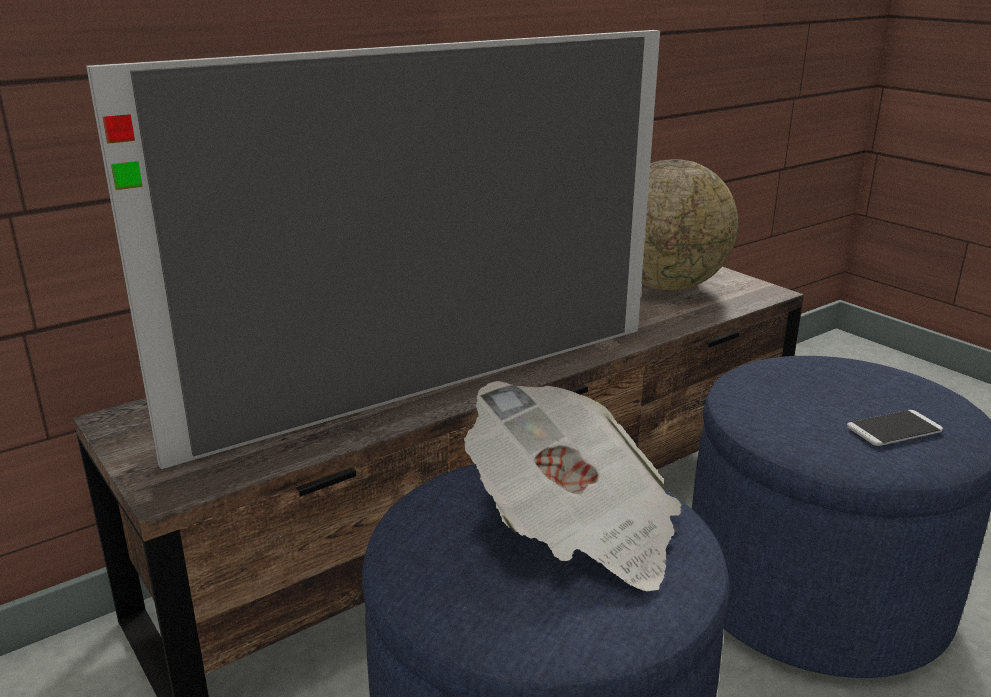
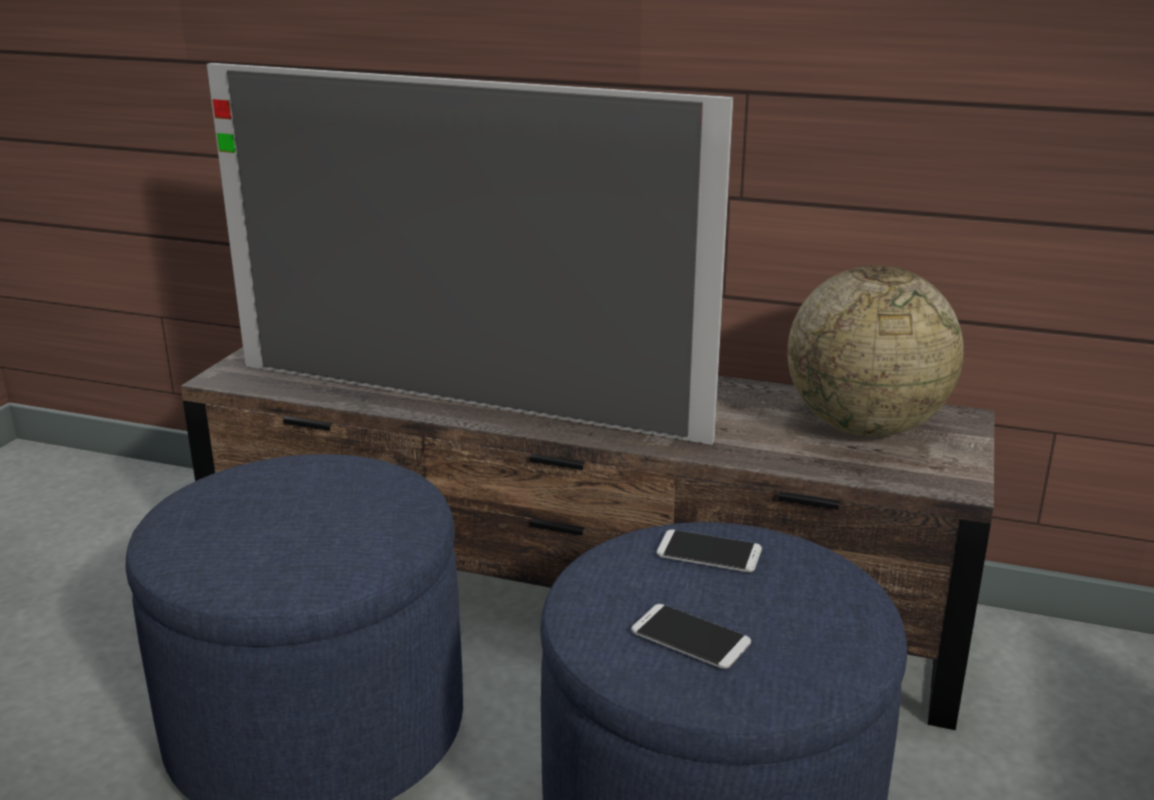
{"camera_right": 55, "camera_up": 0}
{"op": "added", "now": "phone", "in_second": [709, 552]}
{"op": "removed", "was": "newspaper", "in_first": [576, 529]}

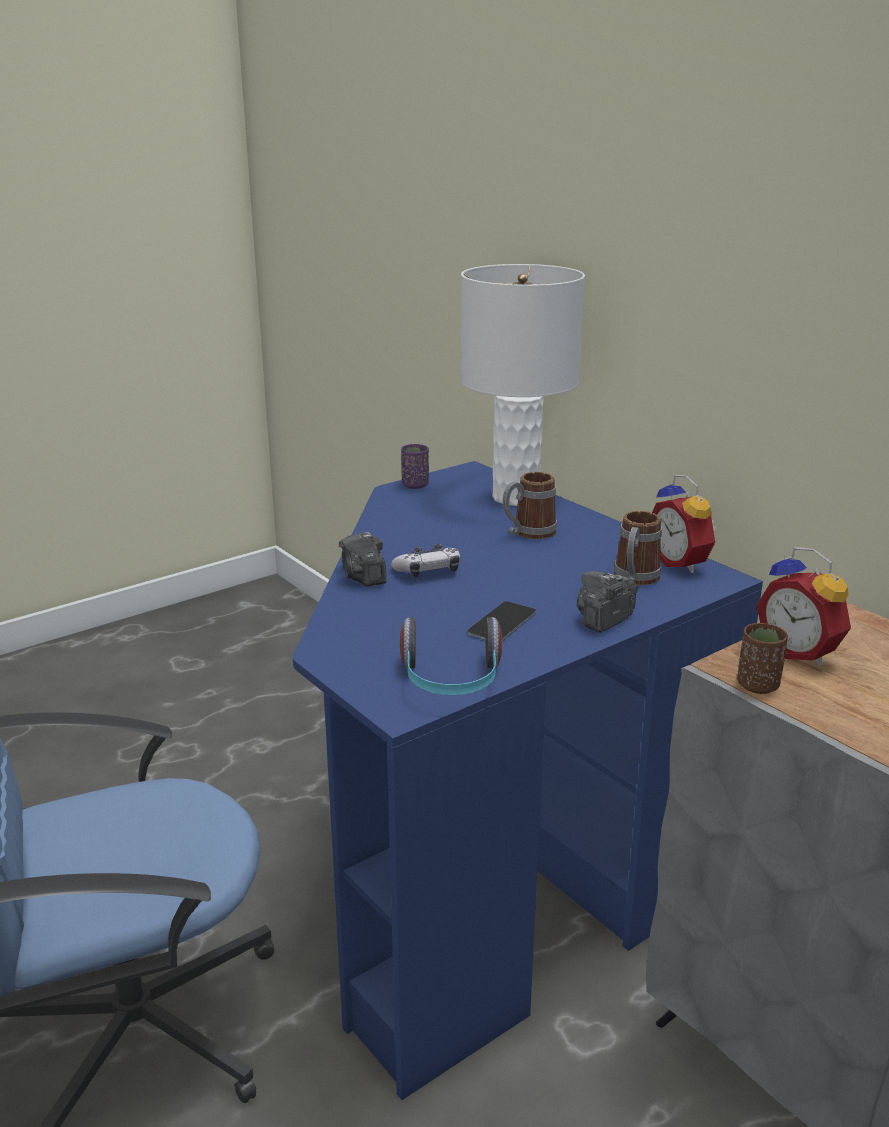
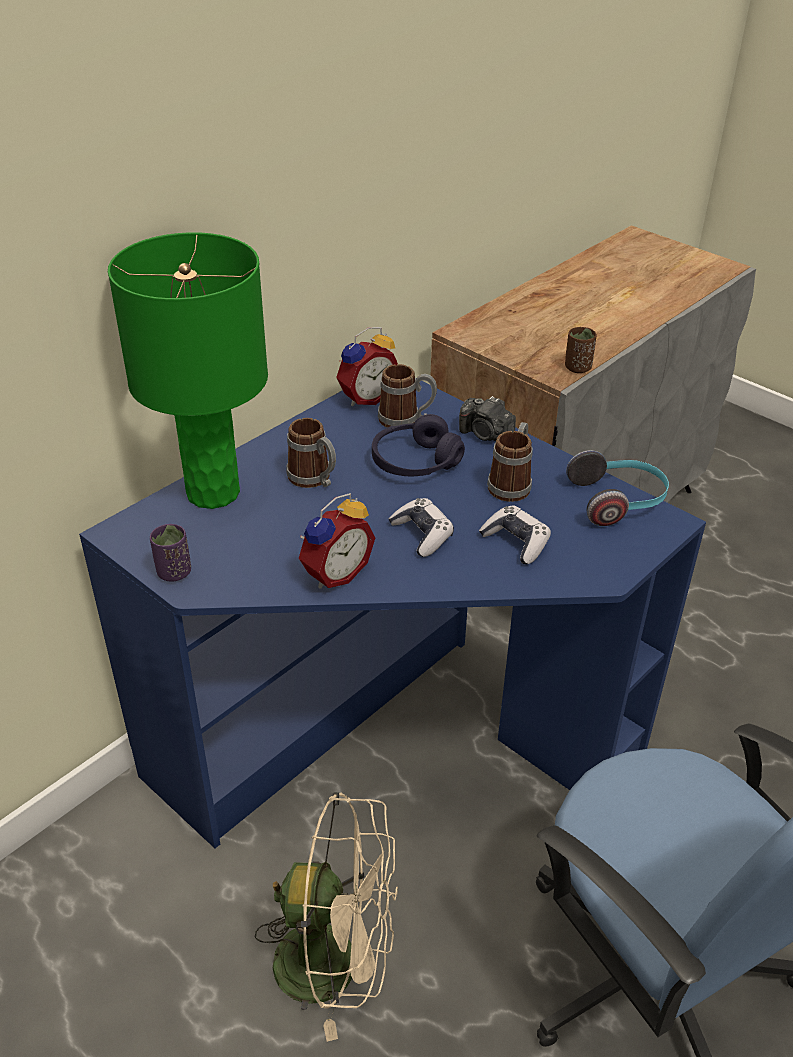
{"camera_right": -100, "camera_up": 15}
{"op": "recoloured", "was": "white table lamp", "now": "green table lamp", "in_first": [515, 497], "in_second": [213, 493]}
{"op": "added", "now": "beige fan", "in_second": [336, 963]}
{"op": "moved", "was": "alarm clock", "in_first": [800, 652], "in_second": [334, 573]}
{"op": "added", "now": "purple headphones", "in_second": [415, 462]}
{"op": "added", "now": "game controller", "in_second": [516, 542]}
{"op": "replaced", "was": "phone", "now": "mug", "in_first": [502, 623], "in_second": [511, 483]}
{"op": "removed", "was": "photo camera", "in_first": [363, 577]}

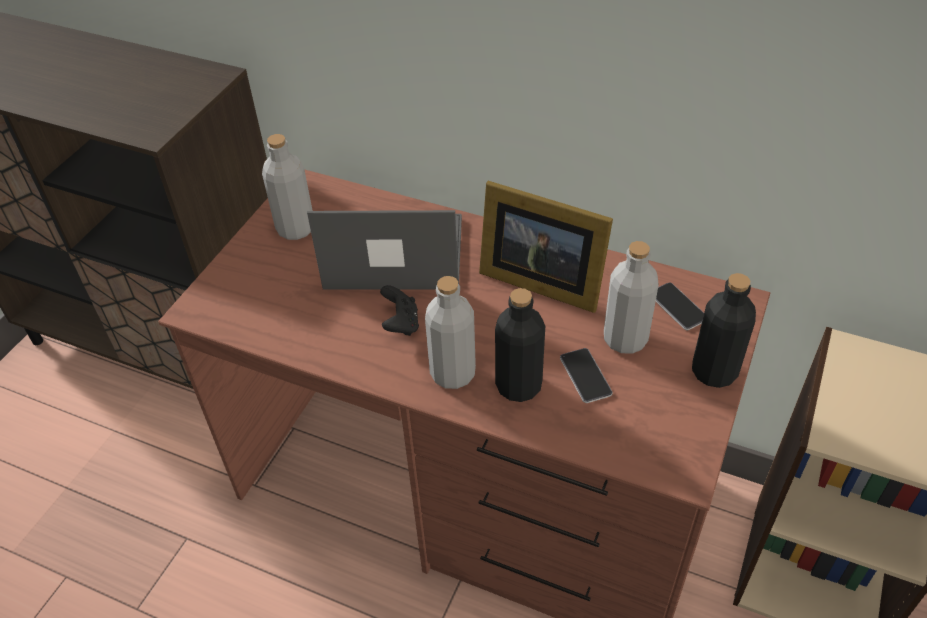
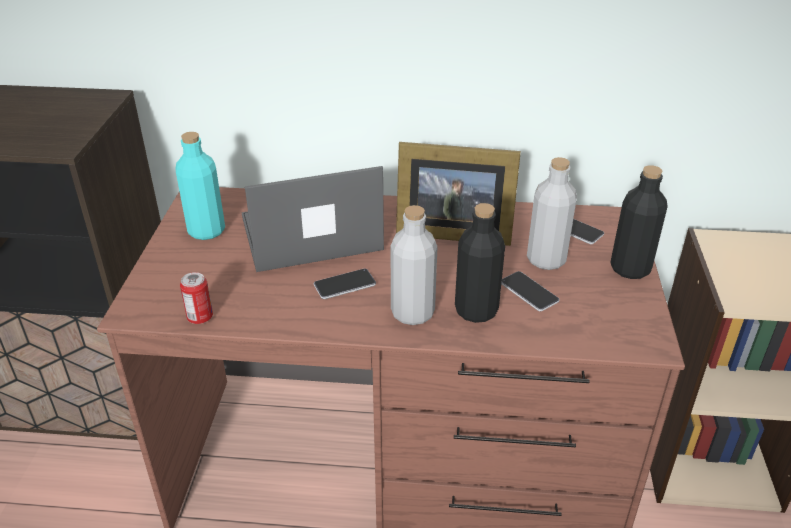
{"camera_right": -20, "camera_up": -10}
{"op": "recoloured", "was": "grey bottle", "now": "turquoise bottle", "in_first": [295, 229], "in_second": [206, 231]}
{"op": "added", "now": "can", "in_second": [200, 317]}
{"op": "replaced", "was": "black game controller", "now": "phone", "in_first": [401, 324], "in_second": [345, 285]}

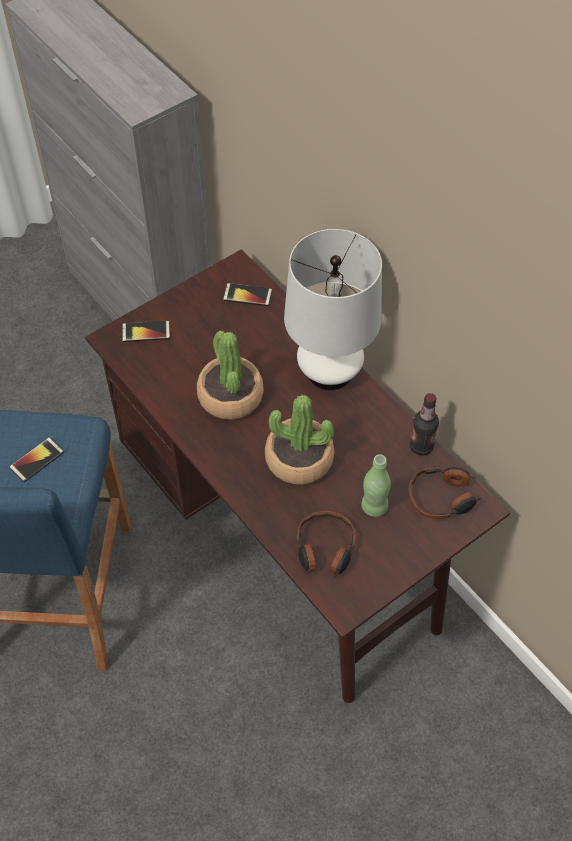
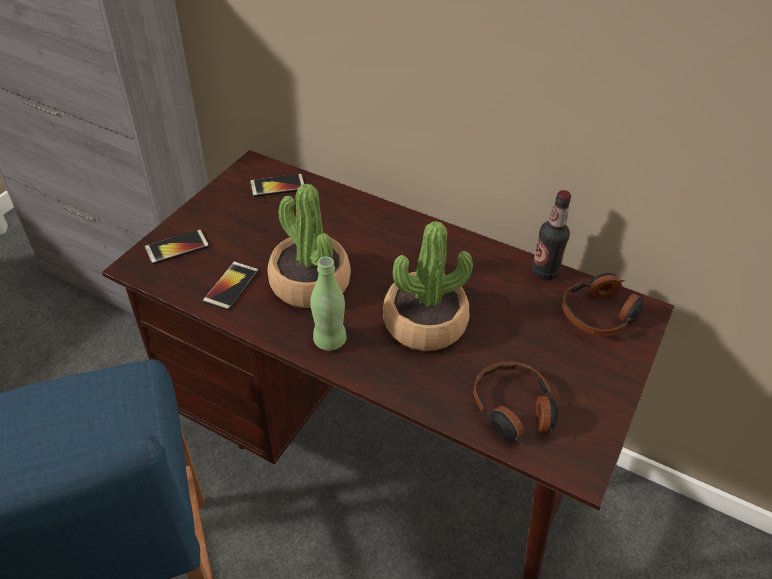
{"camera_right": -25, "camera_up": -10}
{"op": "moved", "was": "phone", "in_first": [37, 460], "in_second": [231, 286]}
{"op": "moved", "was": "green bottle", "in_first": [374, 506], "in_second": [329, 340]}
{"op": "removed", "was": "white table lamp", "in_first": [329, 371]}

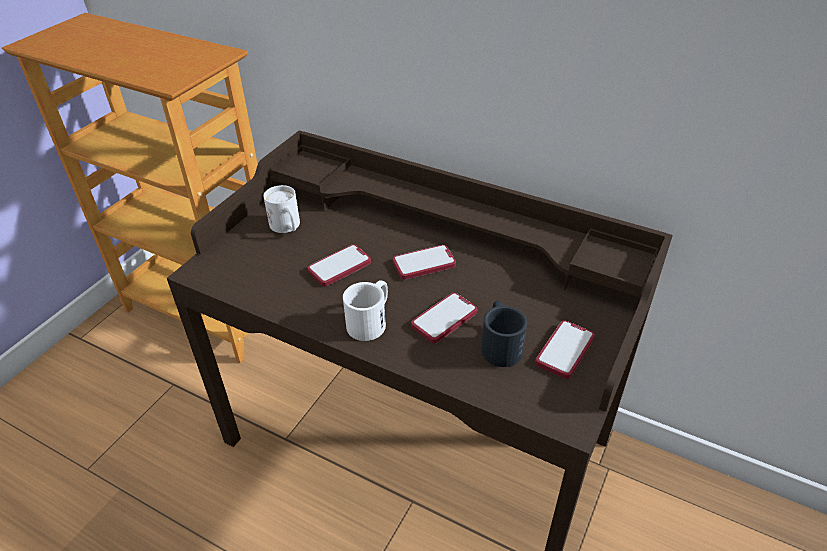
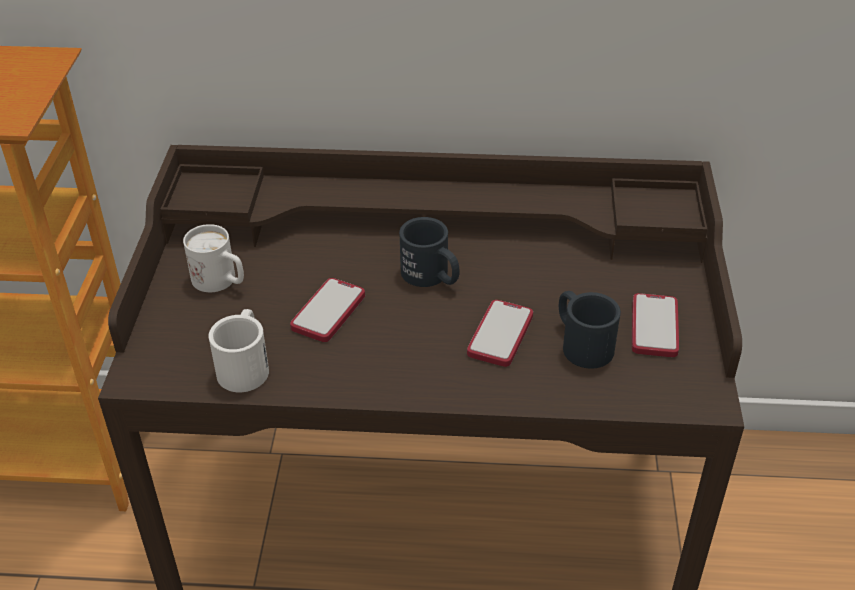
{"camera_right": -25, "camera_up": 0}
{"op": "moved", "was": "white mug", "in_first": [371, 320], "in_second": [245, 364]}
{"op": "replaced", "was": "phone", "now": "black mug", "in_first": [424, 263], "in_second": [432, 277]}

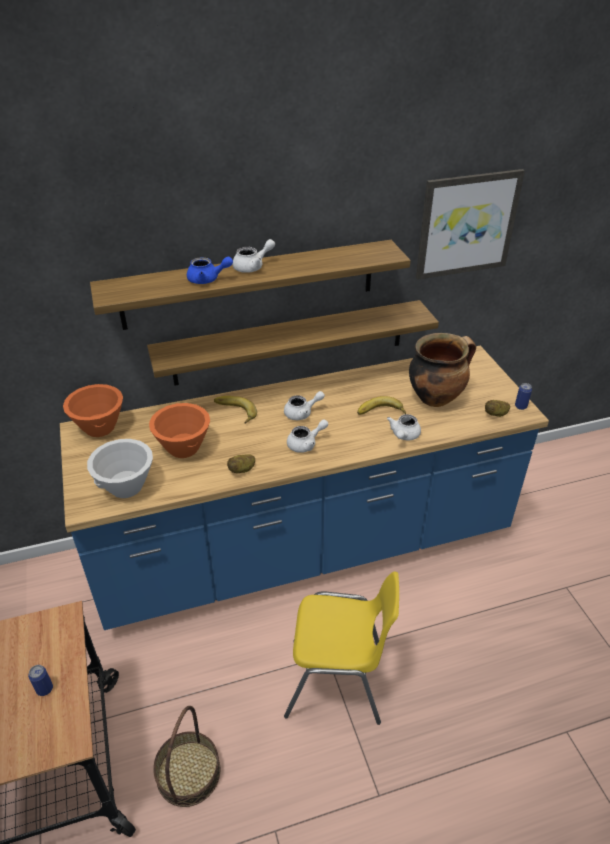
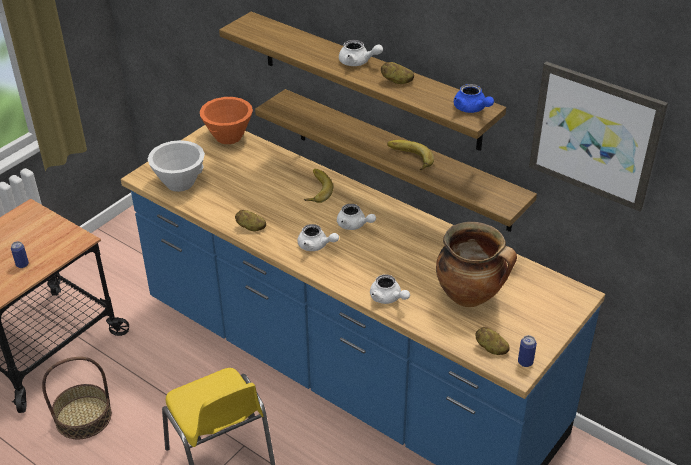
{"camera_right": 55, "camera_up": 0}
{"op": "turned", "was": "white teapot", "in_first": [403, 435], "in_second": [388, 298], "clockwise": -120}
{"op": "added", "now": "potato", "in_second": [397, 81]}
{"op": "moved", "was": "banana", "in_first": [381, 413], "in_second": [408, 158]}
{"op": "moved", "was": "blue teapot", "in_first": [207, 279], "in_second": [471, 109]}
{"op": "removed", "was": "orange bowl", "in_first": [184, 448]}

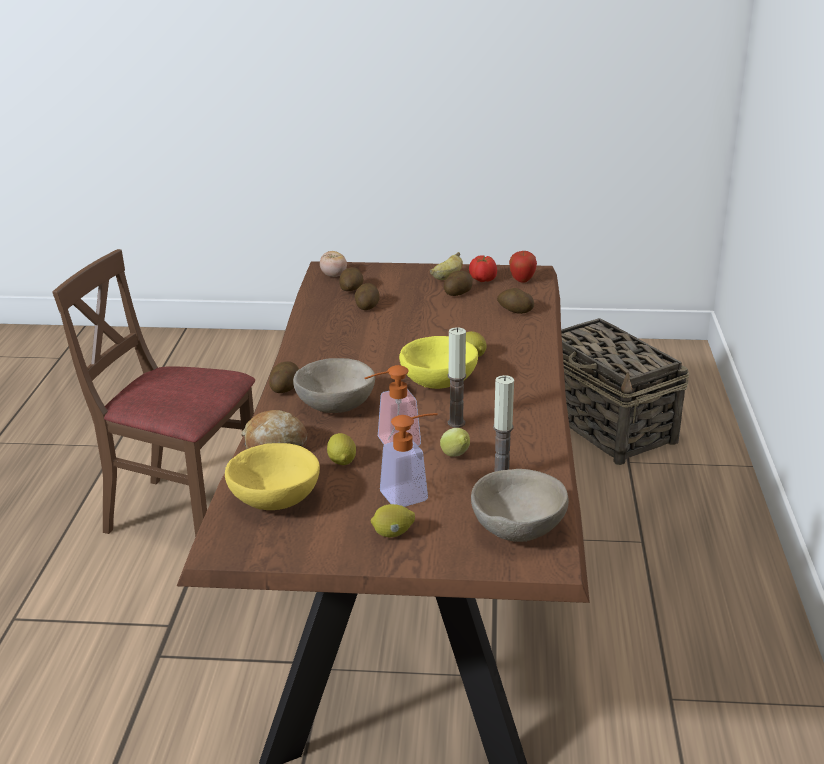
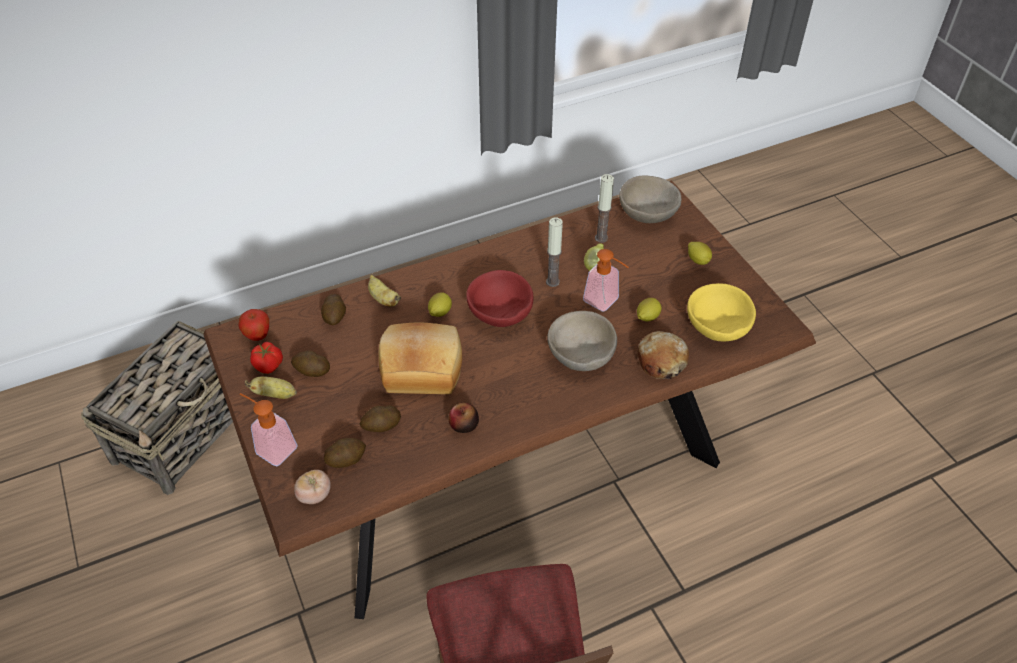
{"camera_right": -120, "camera_up": 20}
{"op": "moved", "was": "soap dispenser", "in_first": [411, 494], "in_second": [271, 447]}
{"op": "added", "now": "banana", "in_second": [383, 299]}
{"op": "added", "now": "bread", "in_second": [422, 368]}
{"op": "added", "now": "apple", "in_second": [463, 425]}
{"op": "recoloured", "was": "yellow bowl", "now": "red bowl", "in_first": [439, 382], "in_second": [499, 314]}
{"op": "removed", "was": "potato", "in_first": [285, 388]}

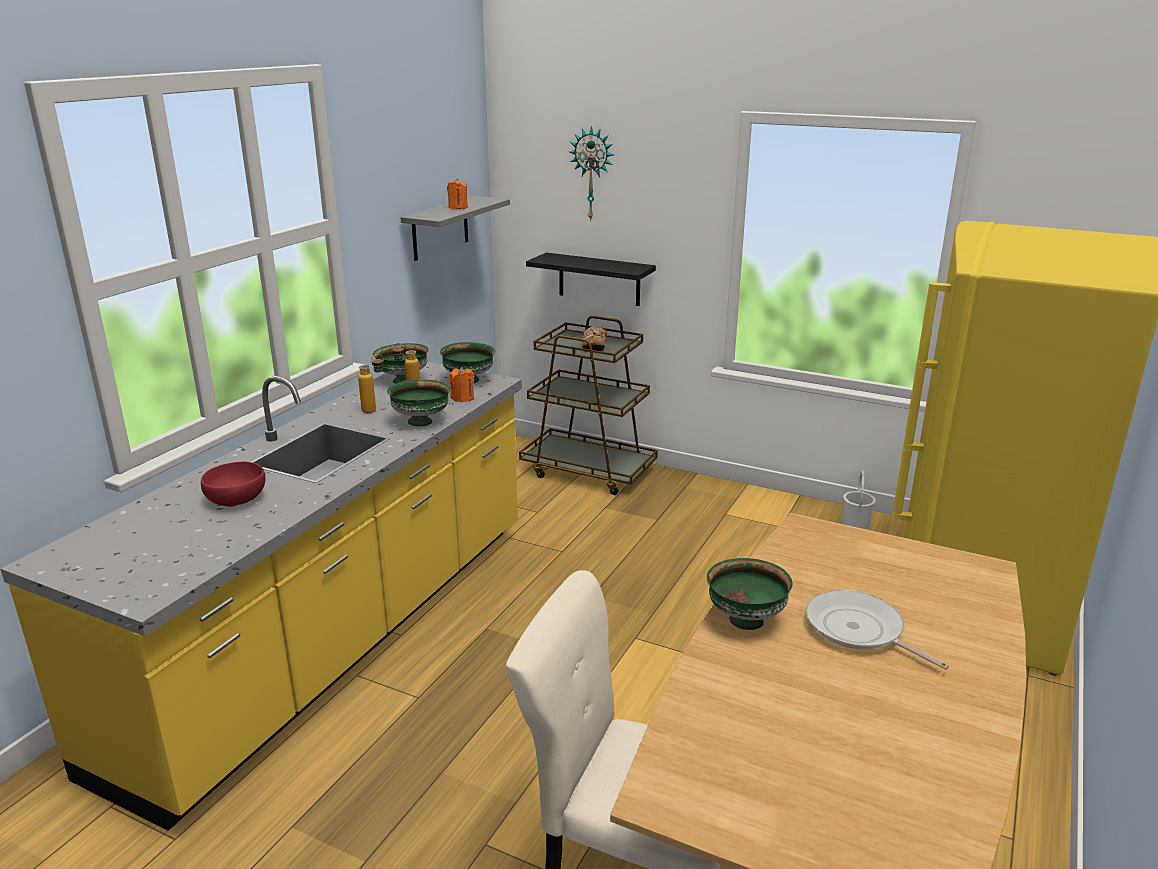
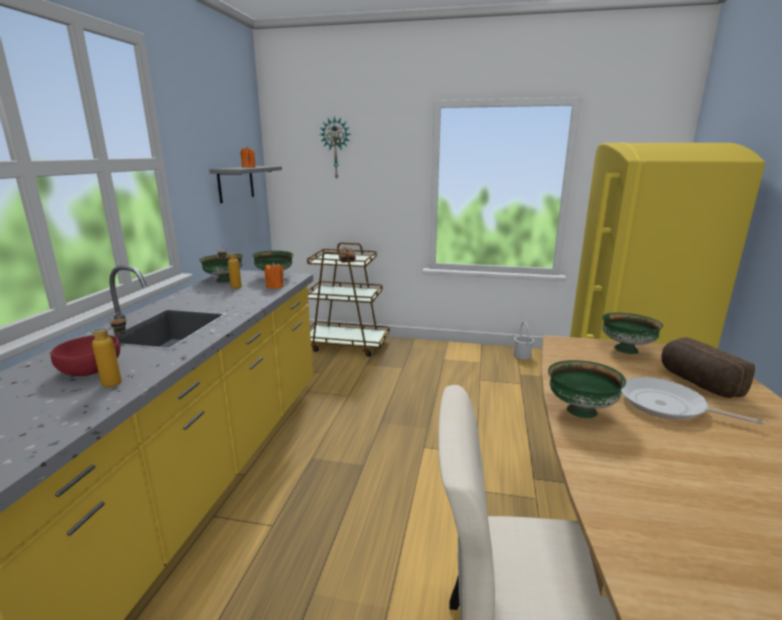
{"camera_right": -15, "camera_up": -5}
{"op": "moved", "was": "bottle", "in_first": [374, 410], "in_second": [120, 381]}
{"op": "moved", "was": "green bowl", "in_first": [421, 421], "in_second": [626, 349]}
{"op": "added", "now": "bread", "in_second": [697, 383]}
{"op": "removed", "was": "black shelf", "in_first": [599, 279]}

